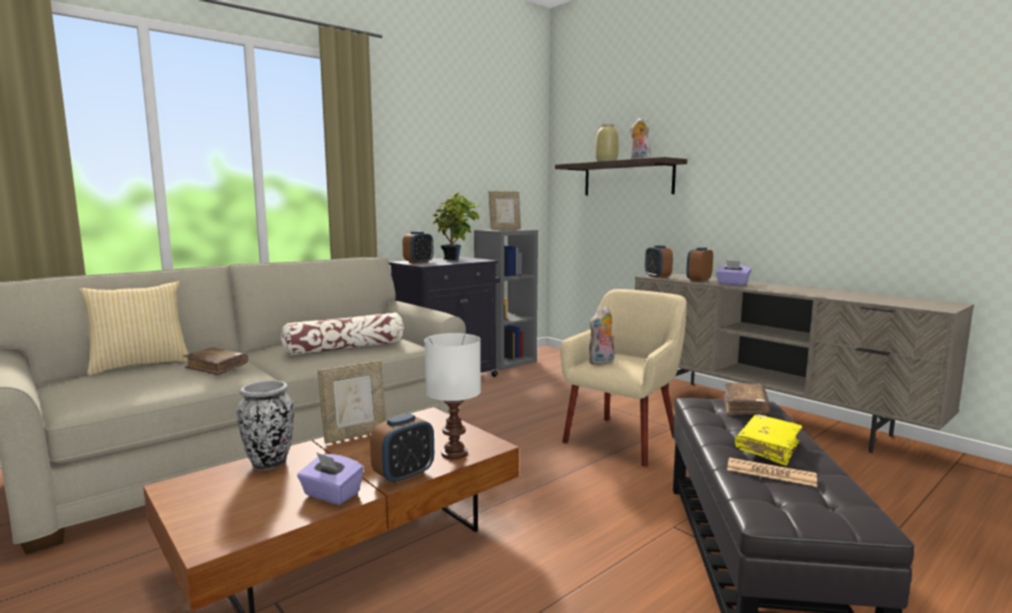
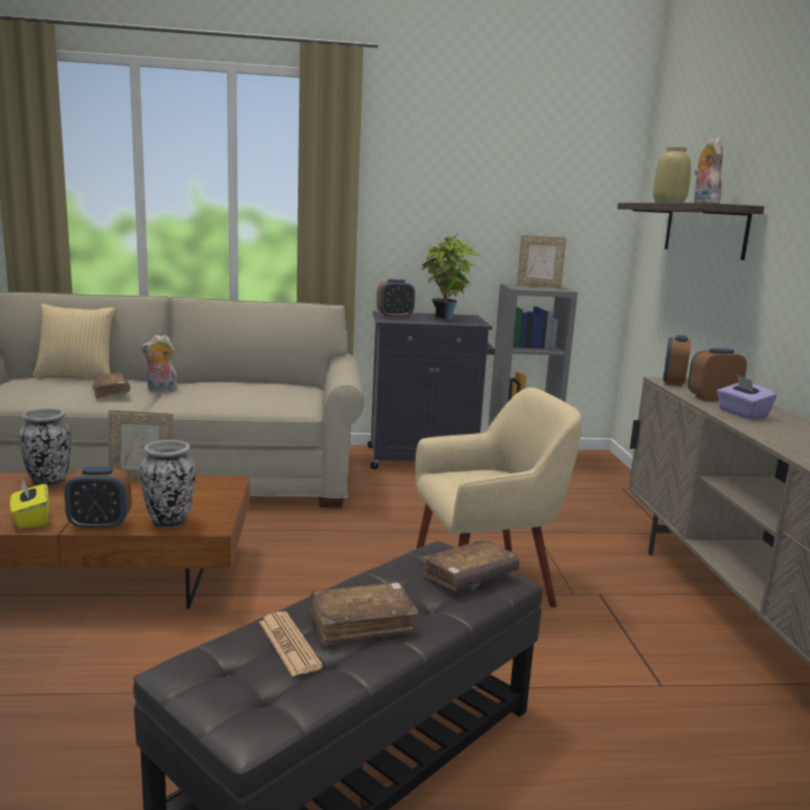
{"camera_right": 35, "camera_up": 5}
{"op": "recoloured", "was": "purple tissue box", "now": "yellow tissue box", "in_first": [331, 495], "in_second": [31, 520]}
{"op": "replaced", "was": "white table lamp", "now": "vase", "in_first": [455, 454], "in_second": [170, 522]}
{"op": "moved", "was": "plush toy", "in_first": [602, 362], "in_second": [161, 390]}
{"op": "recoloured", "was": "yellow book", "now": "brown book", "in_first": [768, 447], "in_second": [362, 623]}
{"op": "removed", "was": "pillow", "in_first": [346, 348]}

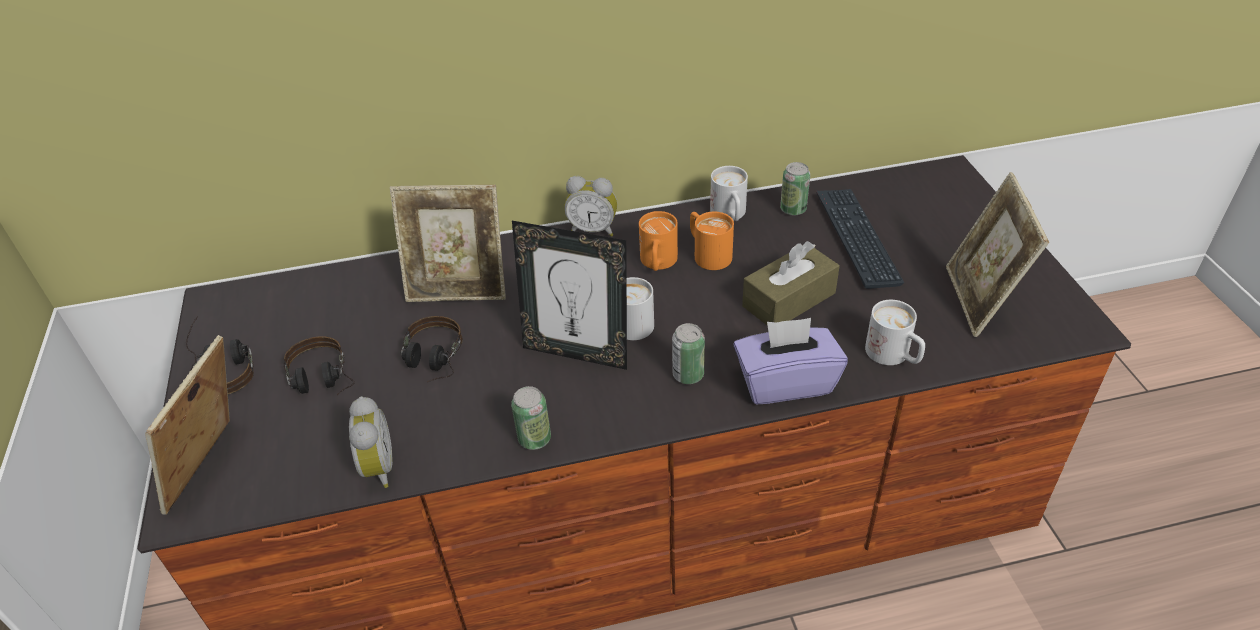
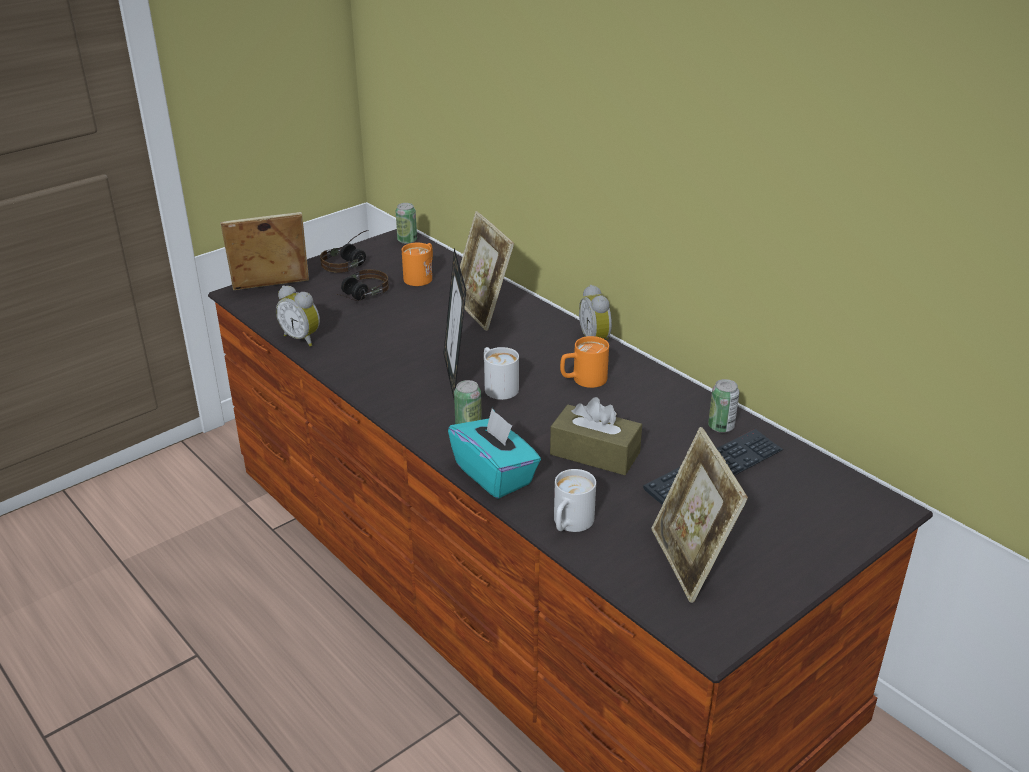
{"camera_right": 60, "camera_up": -10}
{"op": "turned", "was": "alarm clock", "in_first": [376, 468], "in_second": [302, 338], "clockwise": 75}
{"op": "moved", "was": "can", "in_first": [534, 439], "in_second": [407, 240]}
{"op": "moved", "was": "orange mug", "in_first": [707, 253], "in_second": [421, 276]}
{"op": "recoloured", "was": "purple tissue box", "now": "turquoise tissue box", "in_first": [785, 382], "in_second": [494, 474]}
{"op": "turned", "was": "picture frame", "in_first": [979, 300], "in_second": [690, 562], "clockwise": -75}
{"op": "removed", "was": "headphones", "in_first": [432, 364]}
{"op": "removed", "was": "white mug", "in_first": [730, 215]}

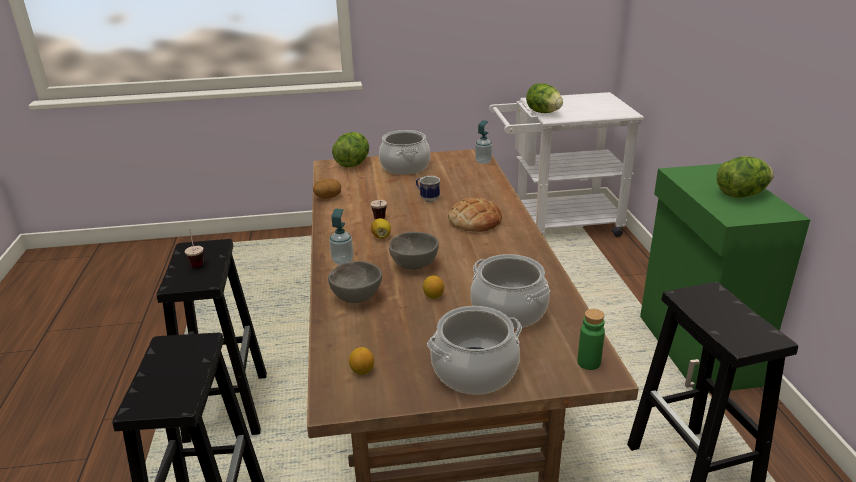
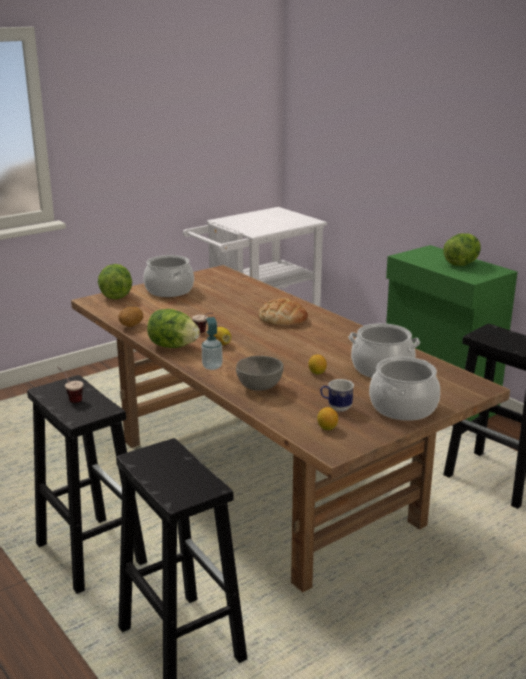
{"camera_right": -30, "camera_up": -5}
{"op": "moved", "was": "lettuce", "in_first": [543, 112], "in_second": [173, 346]}
{"op": "moved", "was": "mug", "in_first": [427, 198], "in_second": [336, 408]}
{"op": "removed", "was": "grey bowl", "in_first": [413, 265]}
{"op": "removed", "was": "soap dispenser", "in_first": [483, 161]}
{"op": "removed", "was": "green bottle", "in_first": [588, 362]}

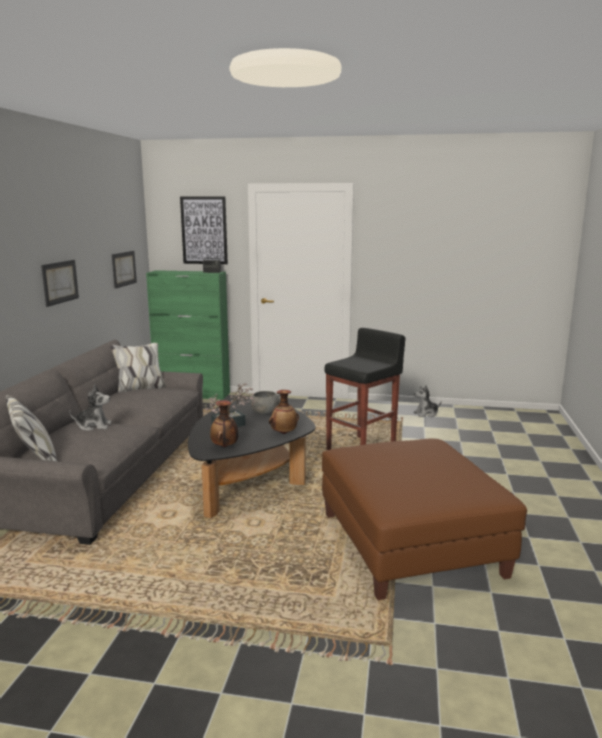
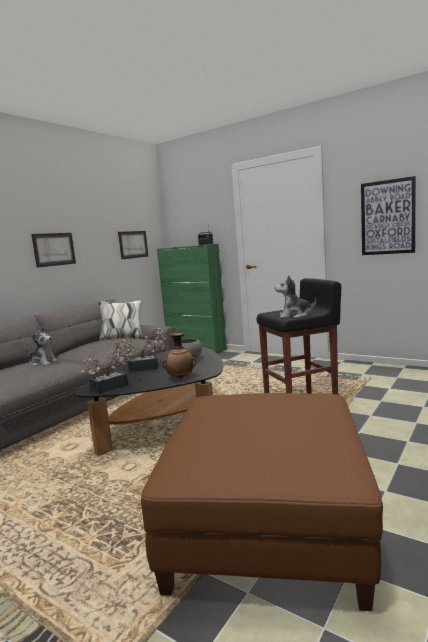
{"camera_right": 25, "camera_up": -5}
{"op": "replaced", "was": "vase", "now": "potted plant", "in_first": [225, 446], "in_second": [113, 386]}
{"op": "moved", "was": "plush toy", "in_first": [426, 414], "in_second": [294, 315]}
{"op": "moved", "was": "picture", "in_first": [204, 230], "in_second": [387, 217]}

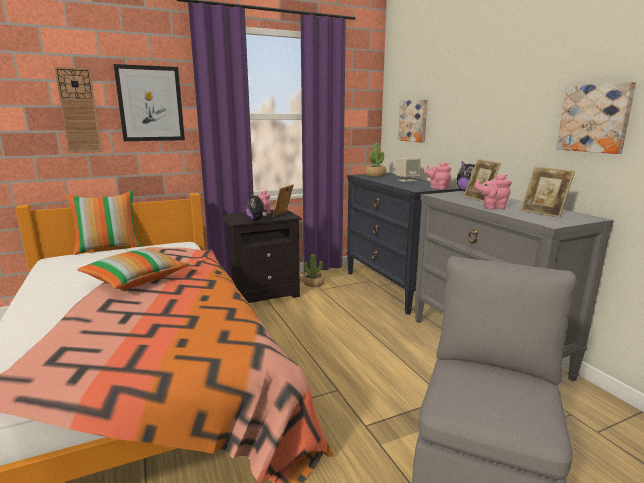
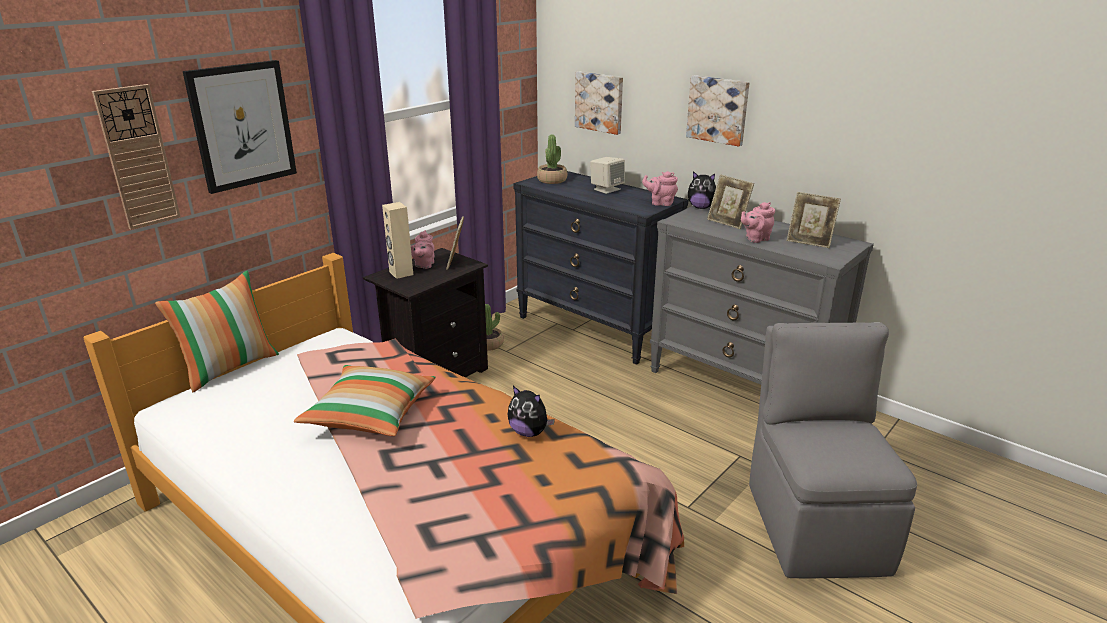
{"camera_right": -25, "camera_up": 10}
{"op": "added", "now": "beige speaker", "in_second": [401, 273]}
{"op": "moved", "was": "plush toy", "in_first": [257, 220], "in_second": [529, 432]}
{"op": "moved", "was": "picture", "in_first": [595, 118], "in_second": [718, 110]}

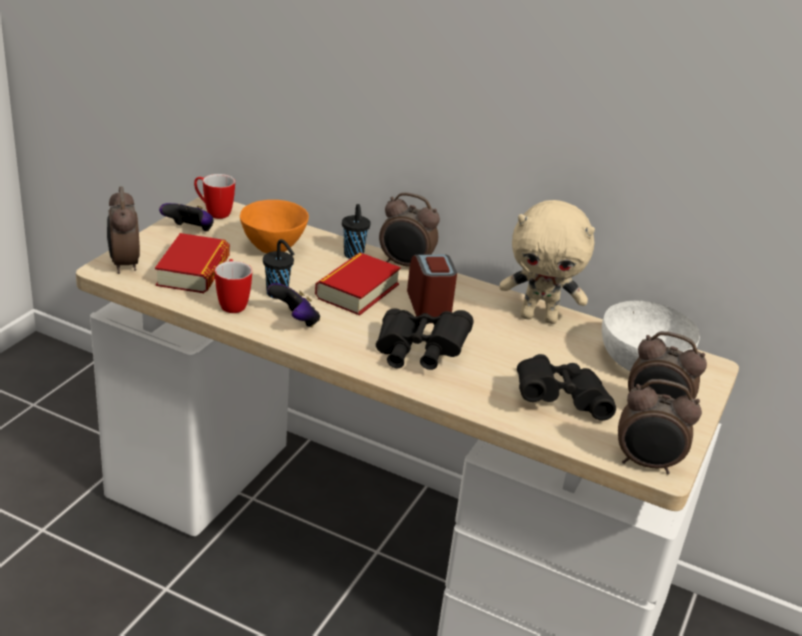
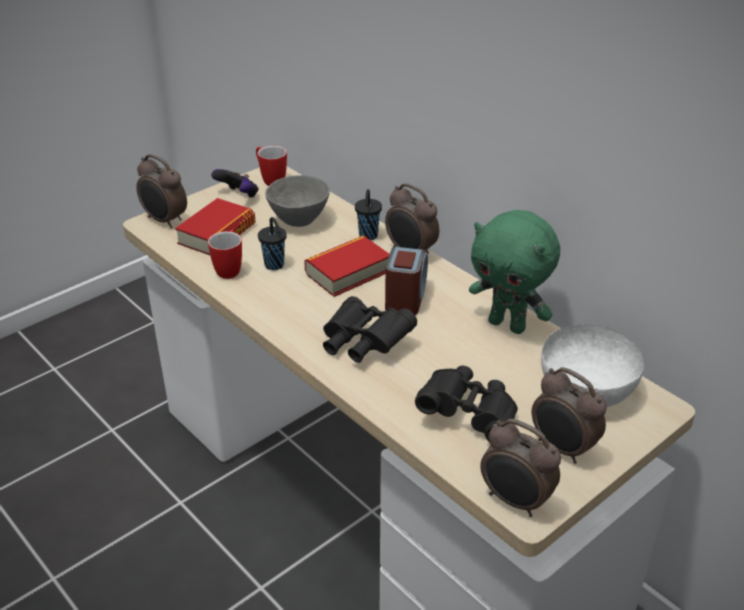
{"camera_right": 25, "camera_up": 5}
{"op": "turned", "was": "alarm clock", "in_first": [124, 265], "in_second": [164, 221], "clockwise": -60}
{"op": "recoloured", "was": "orange bowl", "now": "grey bowl", "in_first": [273, 249], "in_second": [299, 221]}
{"op": "recoloured", "was": "beige plush toy", "now": "green plush toy", "in_first": [539, 317], "in_second": [508, 325]}
{"op": "removed", "was": "game controller", "in_first": [295, 321]}

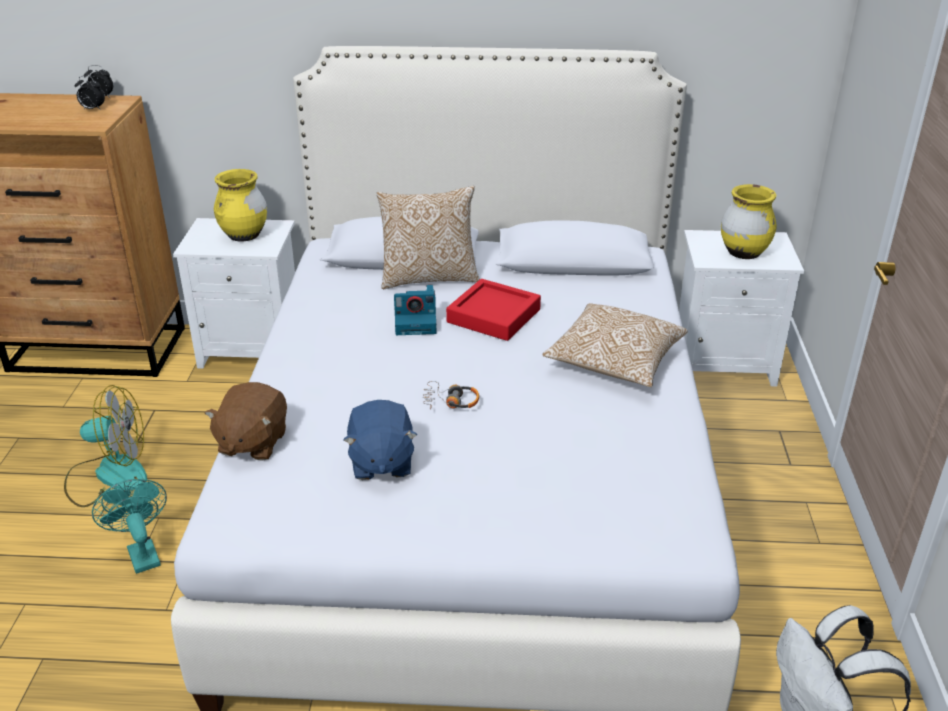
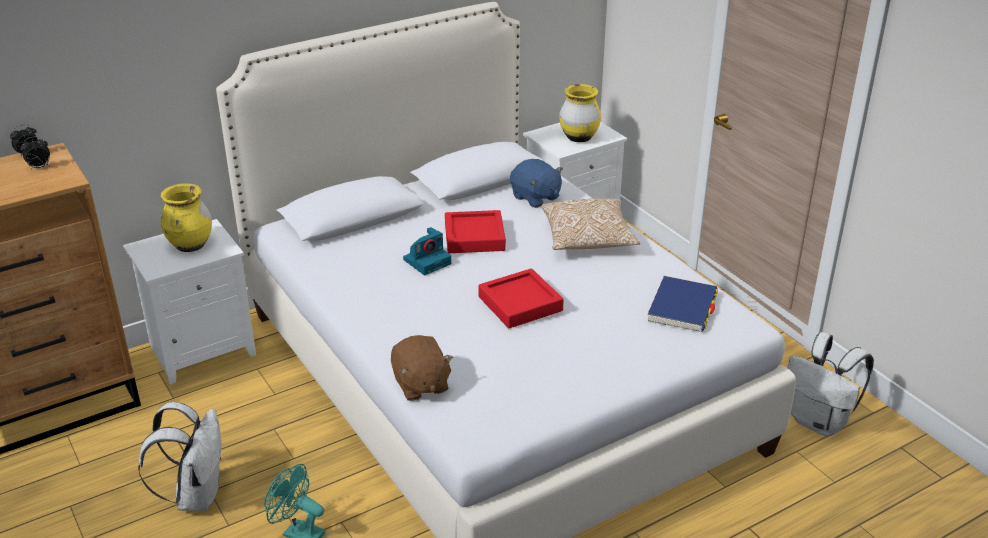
{"camera_right": -35, "camera_up": 0}
{"op": "replaced", "was": "fan", "now": "white backpack", "in_first": [108, 475], "in_second": [196, 495]}
{"op": "replaced", "was": "headphones", "now": "red tray", "in_first": [450, 402], "in_second": [520, 304]}
{"op": "moved", "was": "blue plush toy", "in_first": [381, 462], "in_second": [535, 197]}
{"op": "added", "now": "blue book", "in_second": [682, 307]}
{"op": "removed", "was": "pillow", "in_first": [429, 278]}

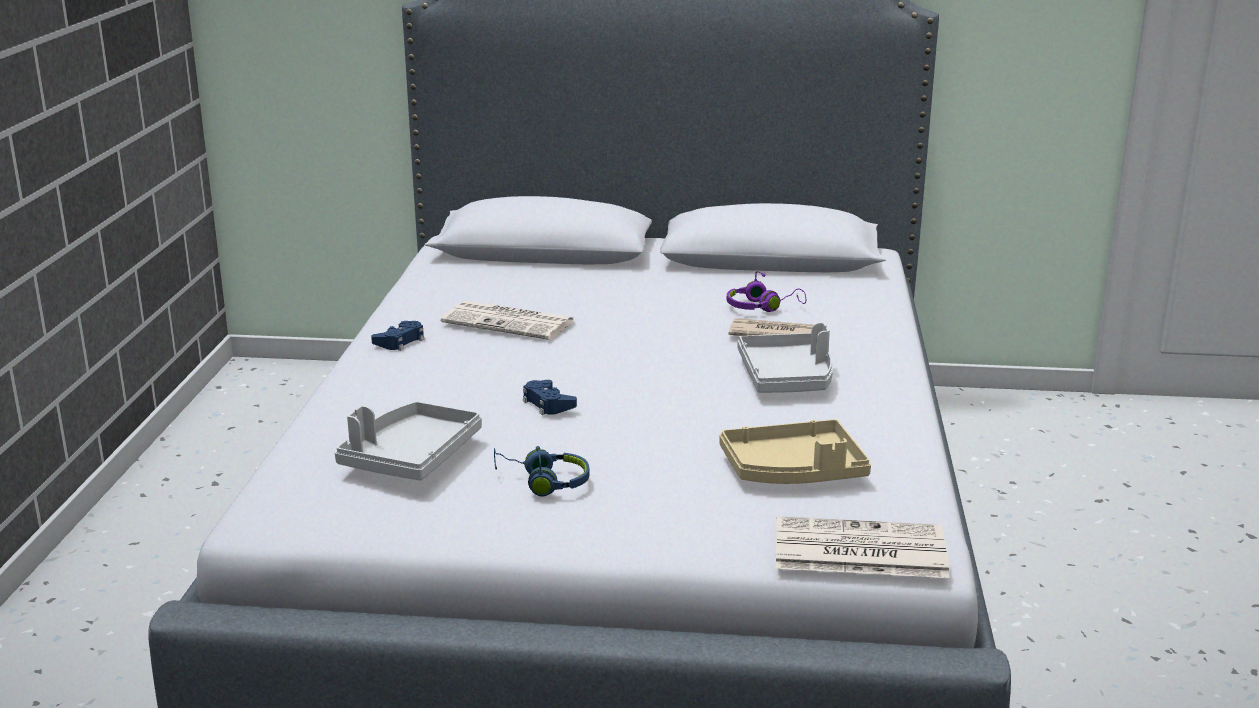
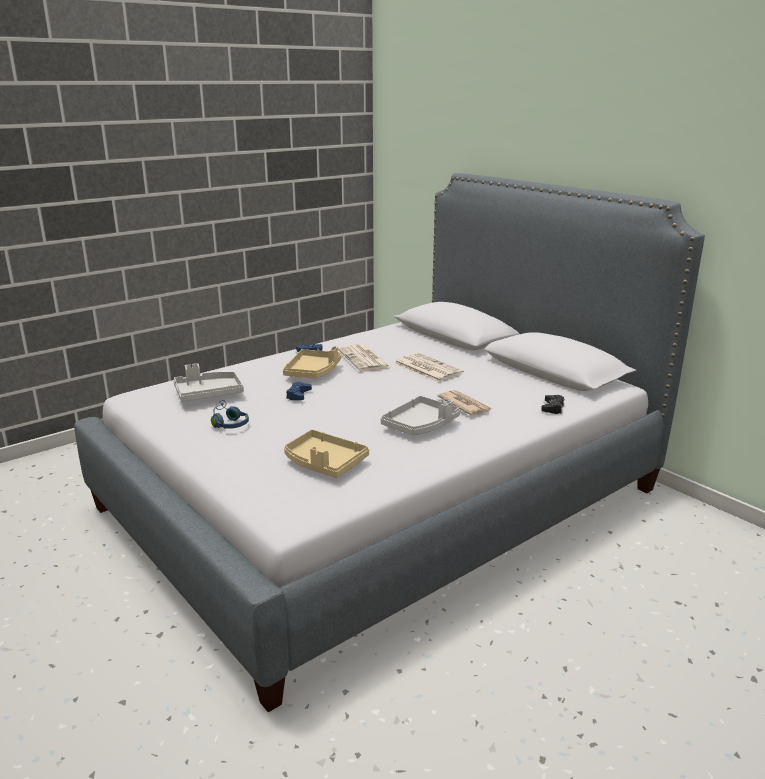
{"camera_right": 45, "camera_up": 0}
{"op": "added", "now": "beige tray", "in_second": [313, 372]}
{"op": "moved", "was": "newspaper", "in_first": [857, 550], "in_second": [426, 368]}
{"op": "added", "now": "black game controller", "in_second": [552, 408]}
{"op": "removed", "was": "purple headphones", "in_first": [762, 307]}

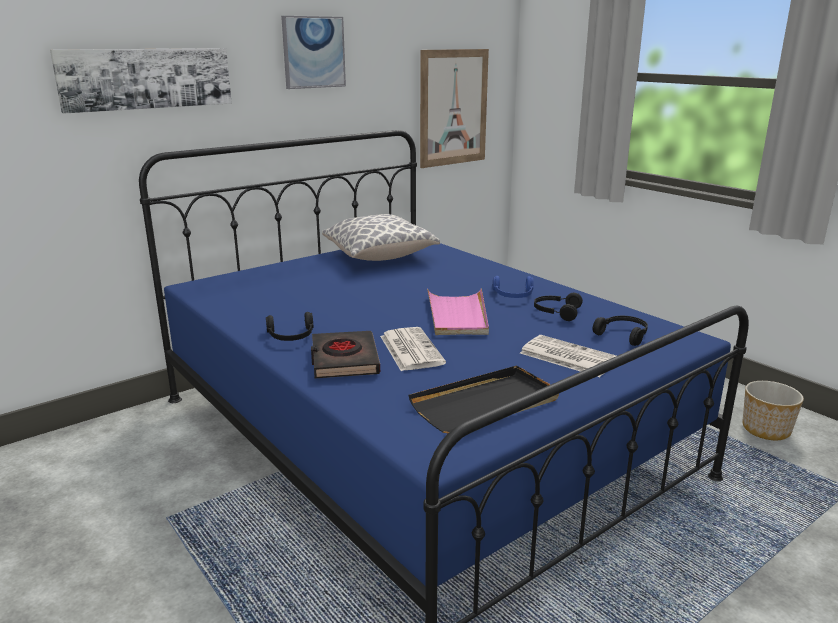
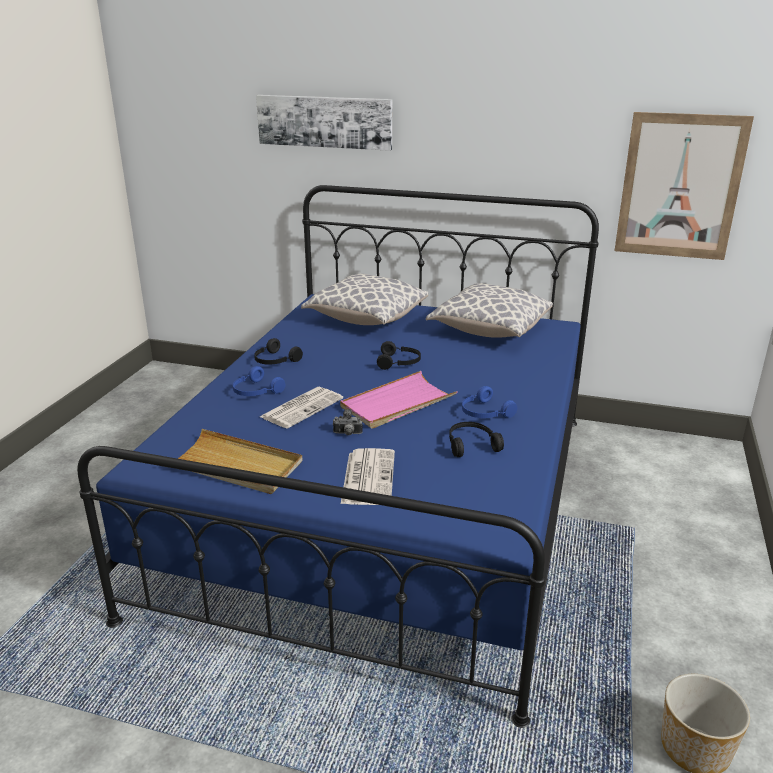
{"camera_right": 55, "camera_up": 5}
{"op": "recoloured", "was": "black tray", "now": "beige tray", "in_first": [486, 404], "in_second": [235, 466]}
{"op": "replaced", "was": "black book", "now": "blue headphones", "in_first": [344, 360], "in_second": [255, 391]}
{"op": "added", "now": "pillow", "in_second": [366, 318]}
{"op": "added", "now": "photo camera", "in_second": [347, 434]}
{"op": "moved", "was": "black headphones", "in_first": [623, 335], "in_second": [399, 362]}
{"op": "removed", "was": "picture", "in_first": [313, 52]}

